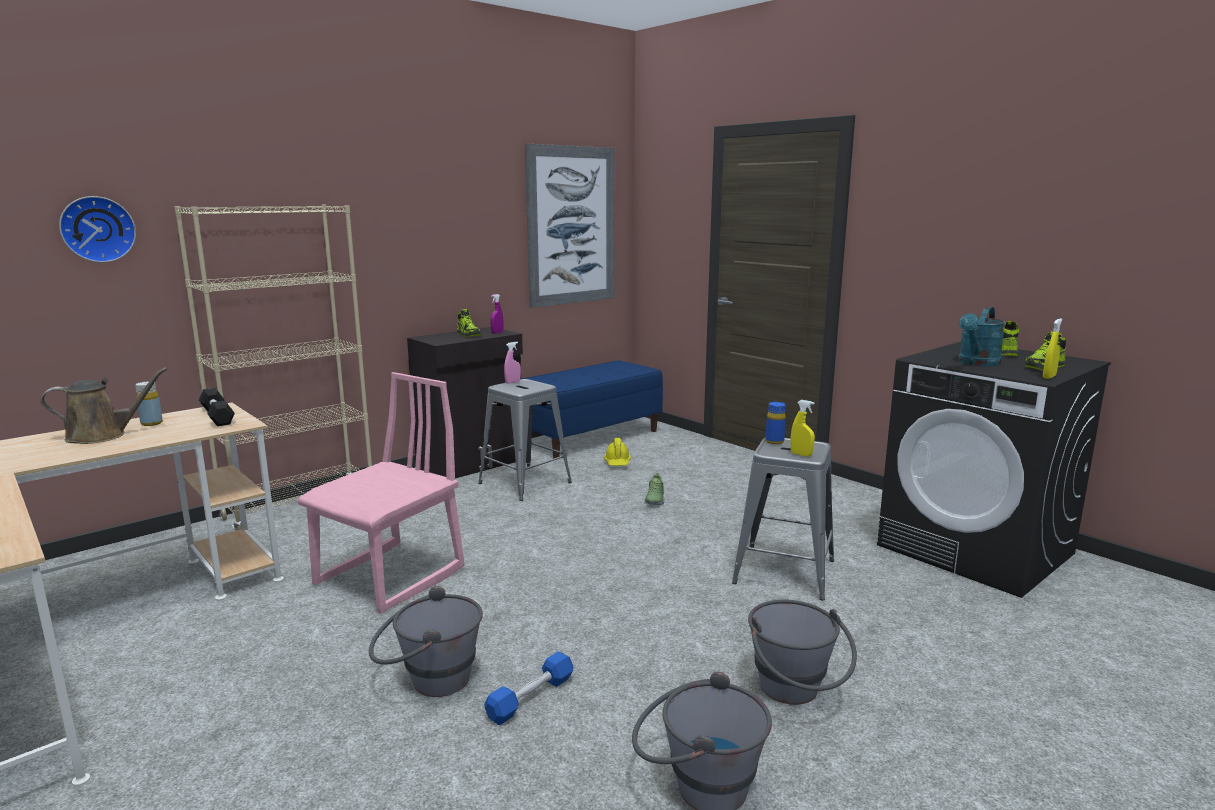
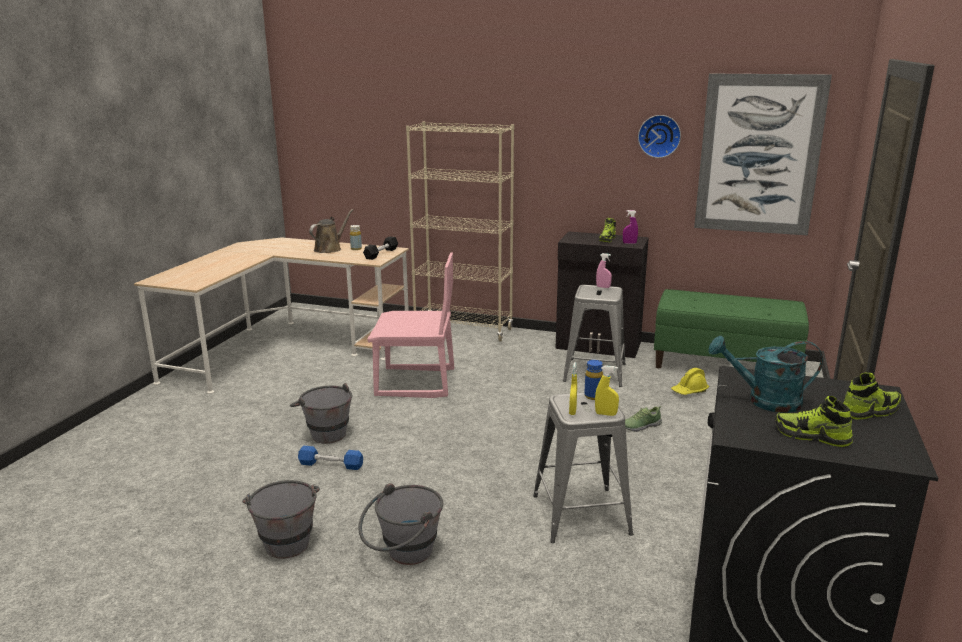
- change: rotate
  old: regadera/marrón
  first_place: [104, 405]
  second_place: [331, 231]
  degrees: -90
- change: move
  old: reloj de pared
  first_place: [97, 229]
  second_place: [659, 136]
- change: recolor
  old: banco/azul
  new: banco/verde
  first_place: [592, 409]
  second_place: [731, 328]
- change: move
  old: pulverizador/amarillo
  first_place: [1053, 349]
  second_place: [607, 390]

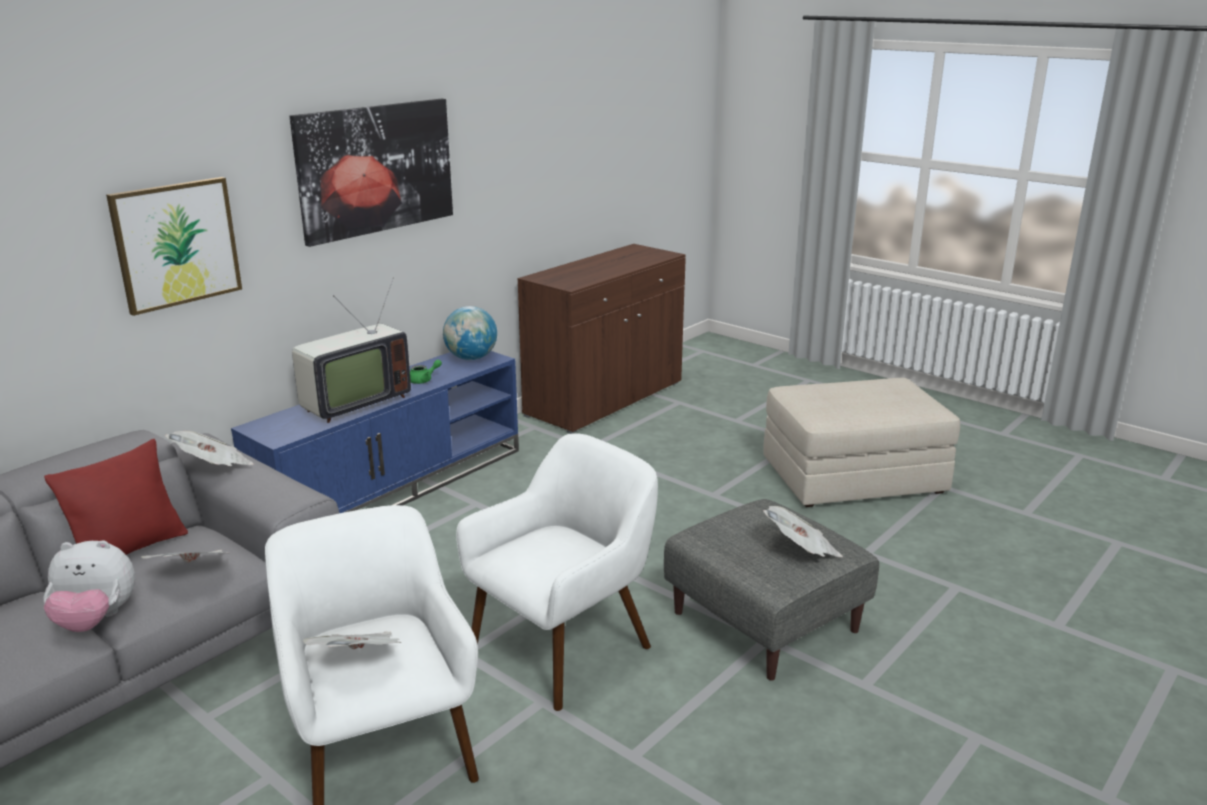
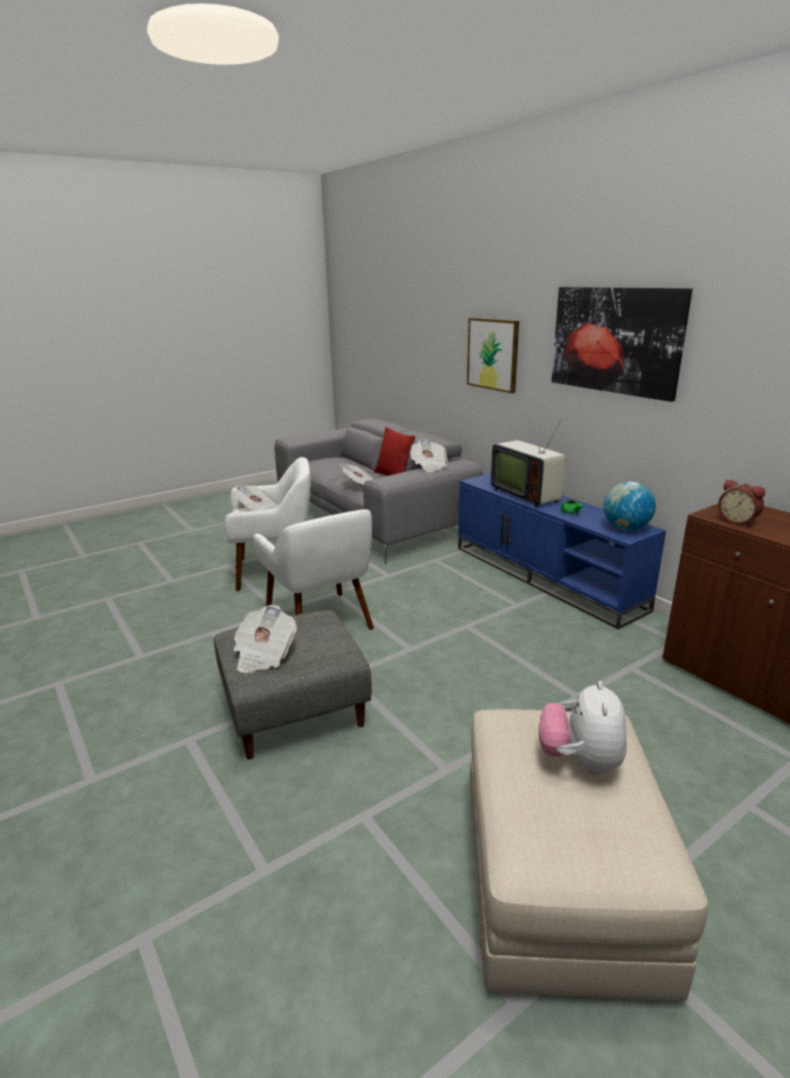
- change: move
  old: peluche
  first_place: [89, 586]
  second_place: [583, 727]
- change: insert
  new: despertador
  second_place: [741, 502]

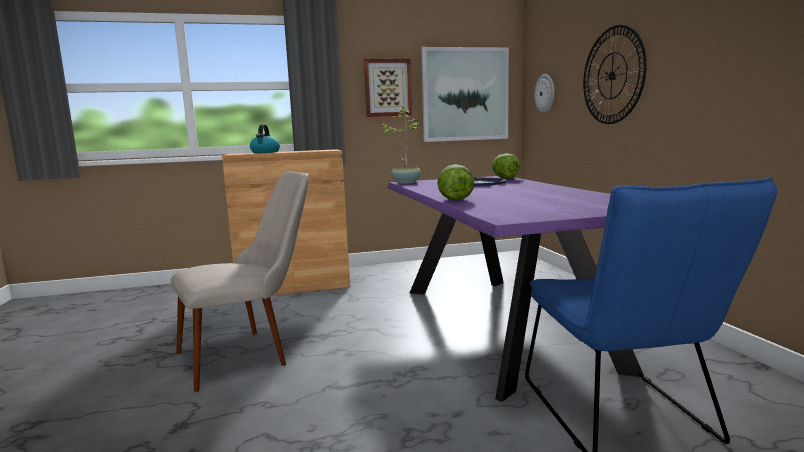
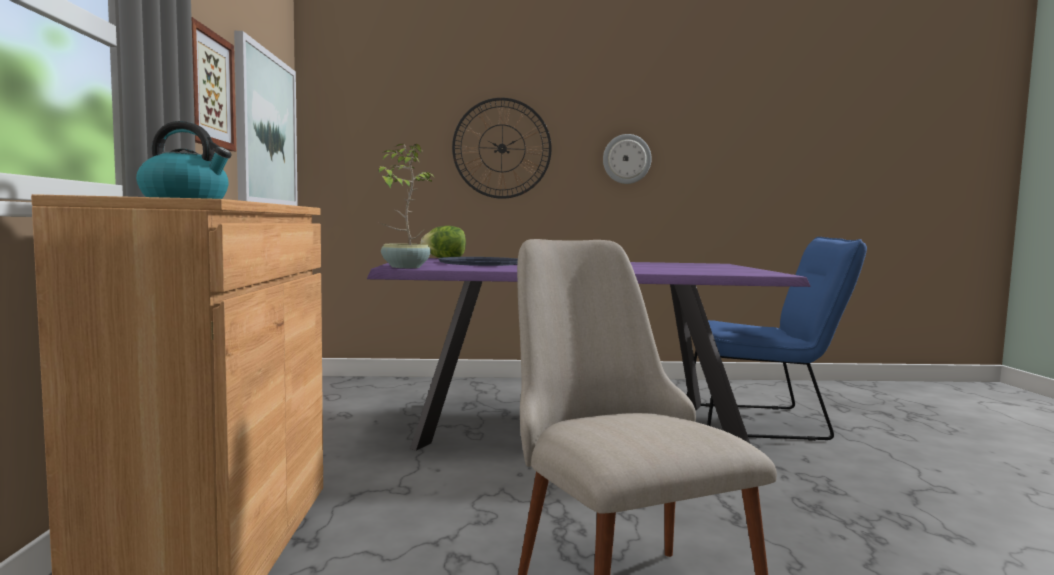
- change: delete
  old: lechuga
  first_place: [456, 182]
- change: move
  old: reloj de pared
  first_place: [544, 93]
  second_place: [627, 159]

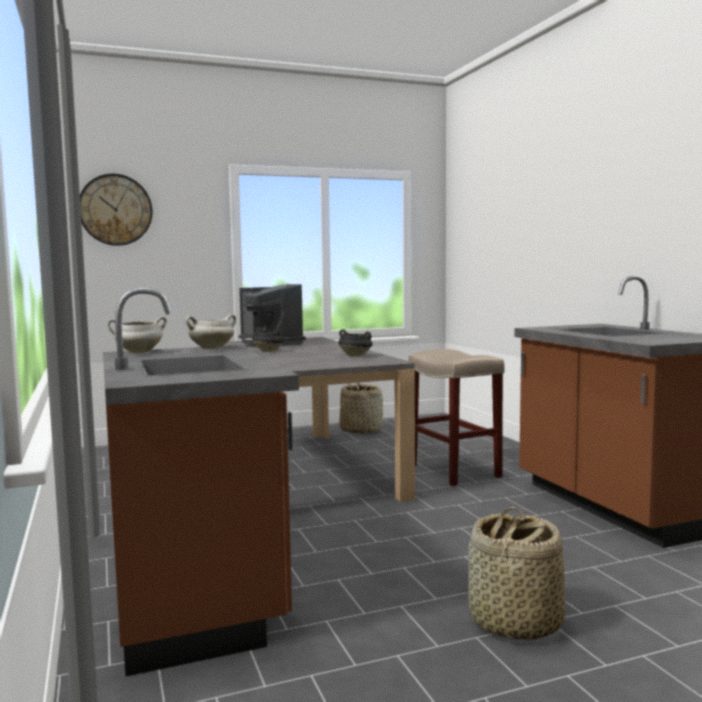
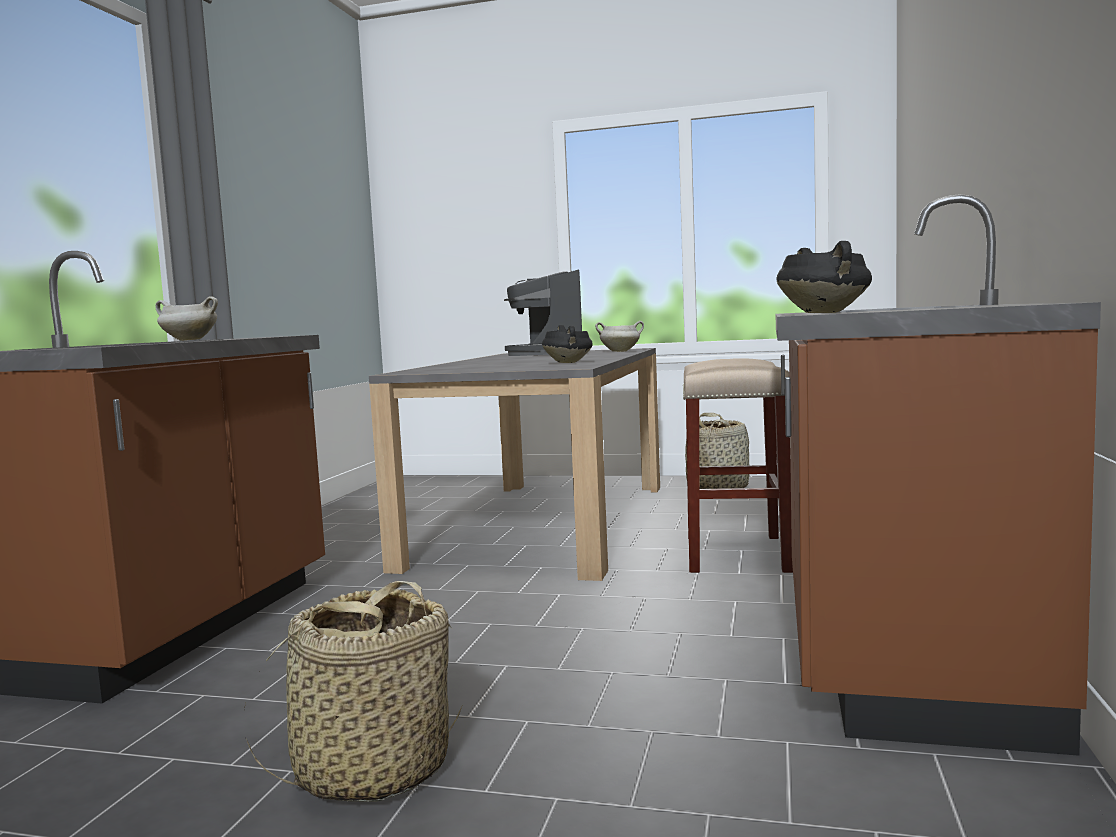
- change: delete
  old: reloj de pared
  first_place: [116, 210]
- change: move
  old: olla/blanco
  first_place: [210, 331]
  second_place: [619, 336]
- change: move
  old: olla/negro
  first_place: [268, 339]
  second_place: [824, 277]

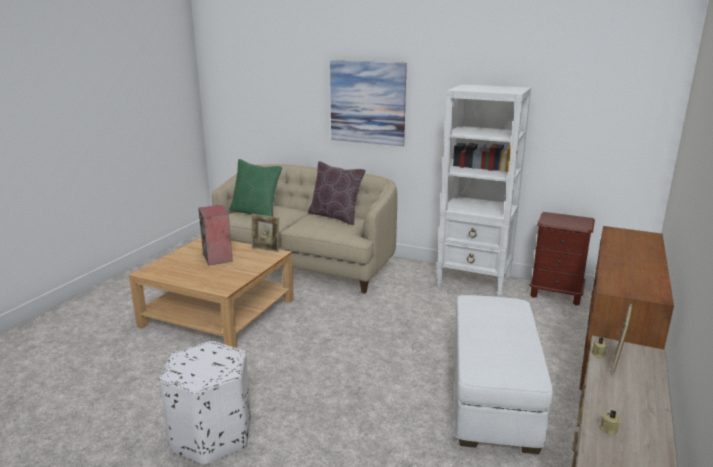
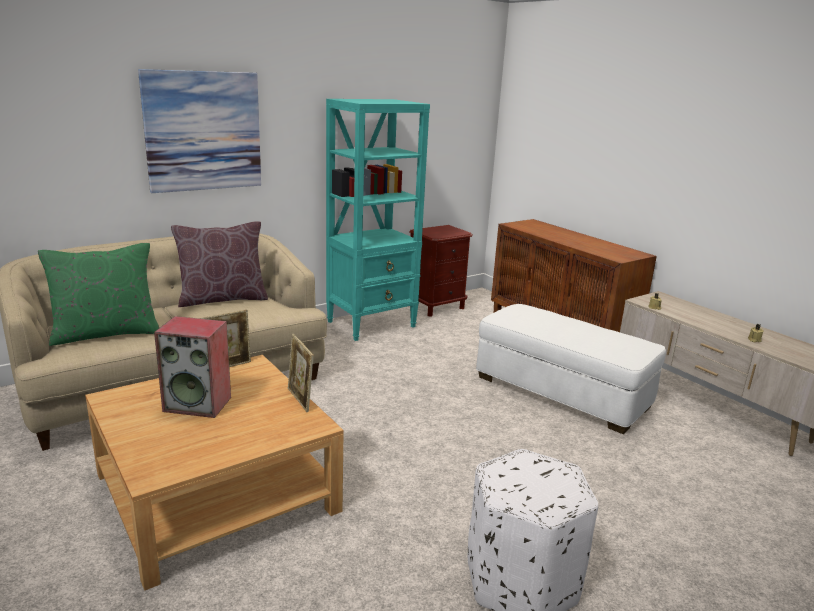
- change: recolor
  old: estantería/blanco
  new: estantería/turquesa
  first_place: [484, 190]
  second_place: [378, 220]
- change: move
  old: portarretratos
  first_place: [621, 339]
  second_place: [301, 373]

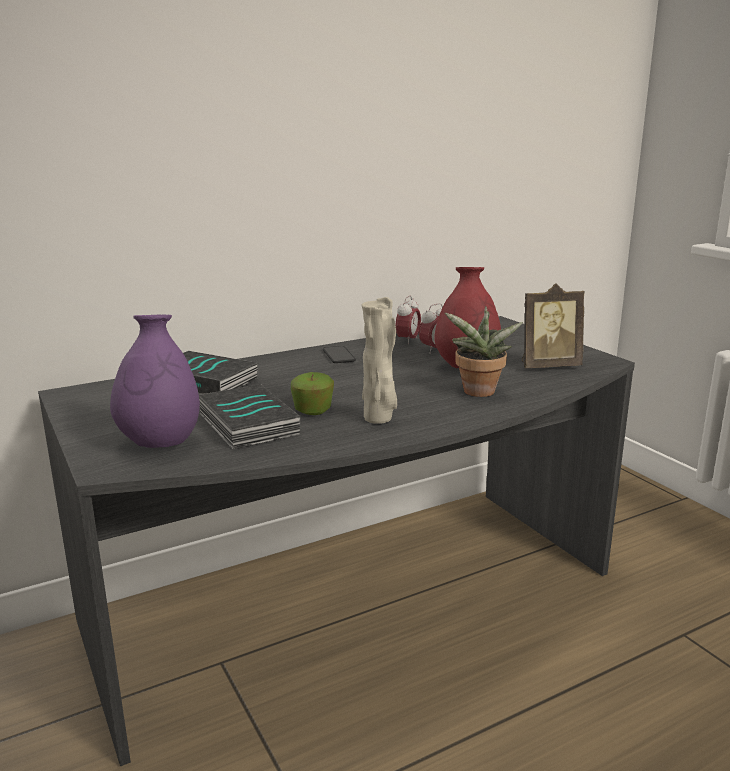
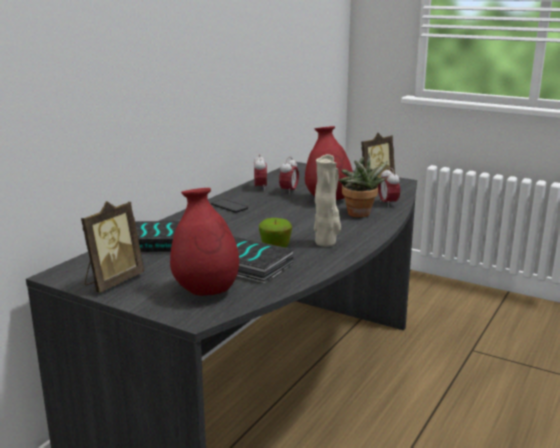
- change: recolor
  old: florero/morado
  new: florero/rojo
  first_place: [155, 381]
  second_place: [204, 242]
- change: insert
  new: portarretratos
  second_place: [112, 247]
- change: insert
  new: despertador
  second_place: [389, 187]

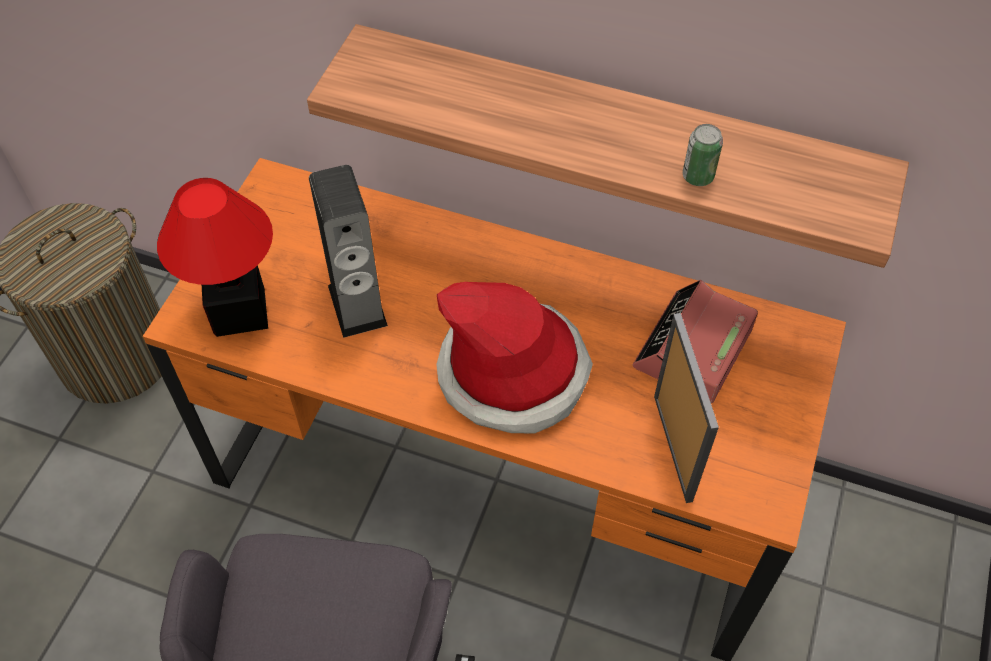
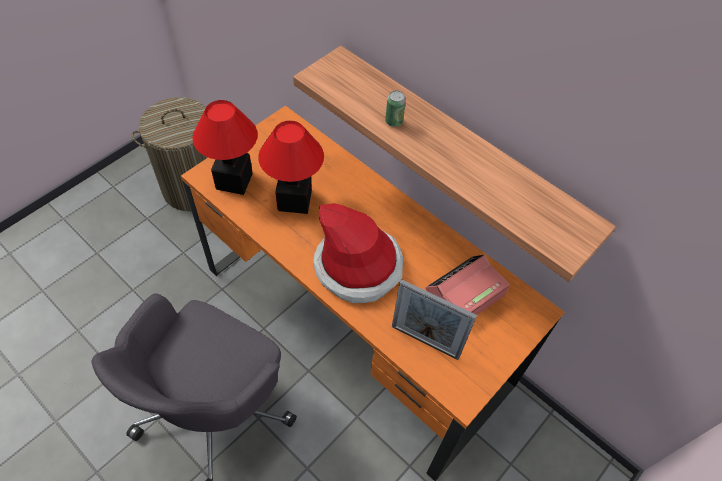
- change: replace
  old: altavoz
  new: lámpara de mesa
  first_place: [348, 251]
  second_place: [291, 167]
- change: rotate
  old: portarretratos
  first_place: [686, 408]
  second_place: [434, 319]
  degrees: 105
- change: move
  old: lata
  first_place: [703, 155]
  second_place: [395, 108]

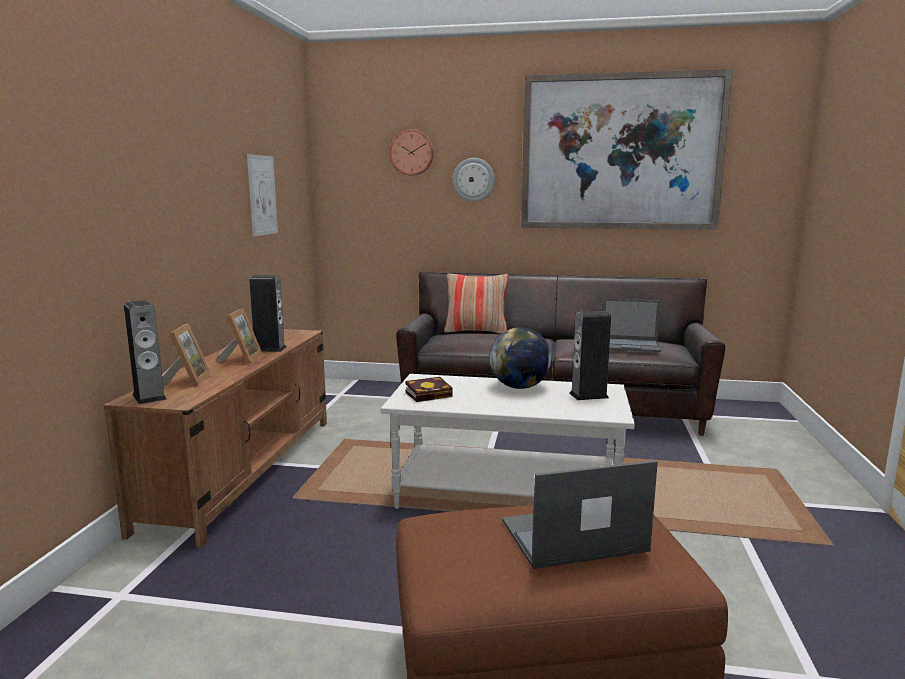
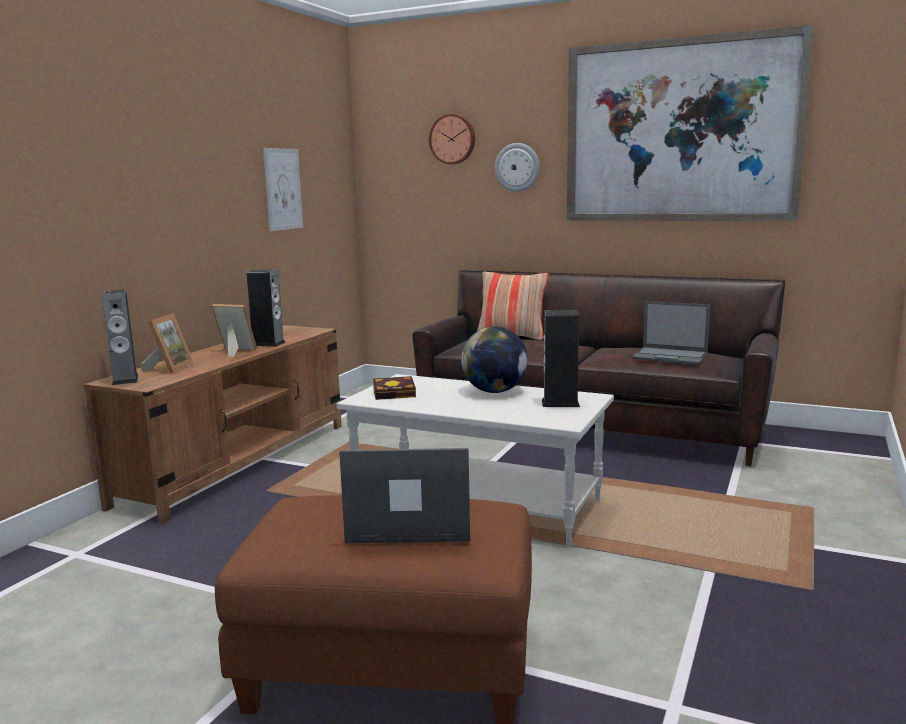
- change: rotate
  old: portarretratos
  first_place: [240, 336]
  second_place: [234, 330]
  degrees: -90

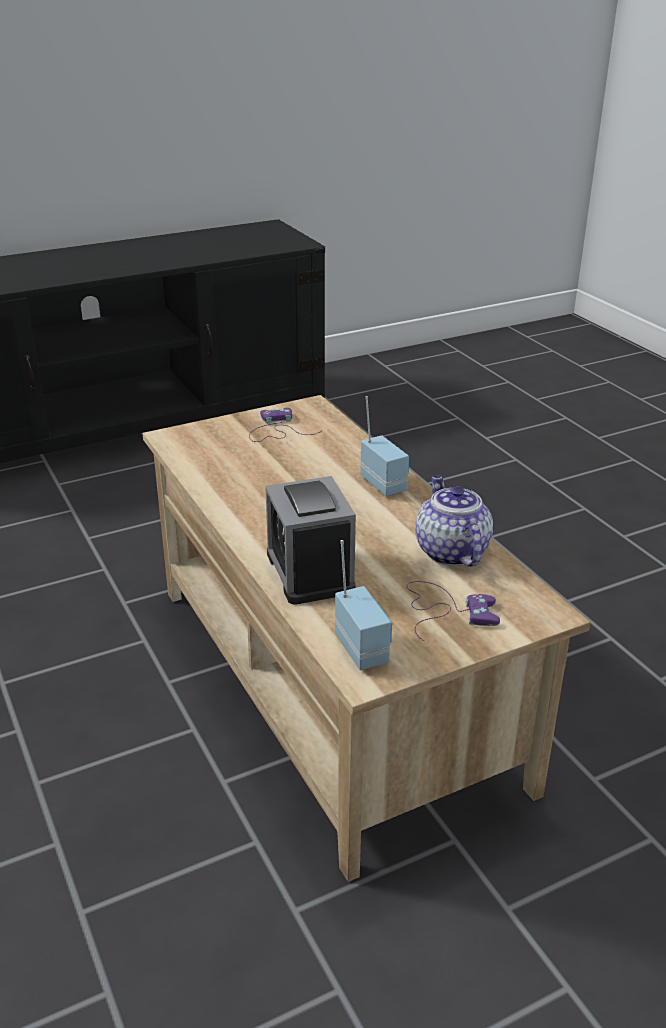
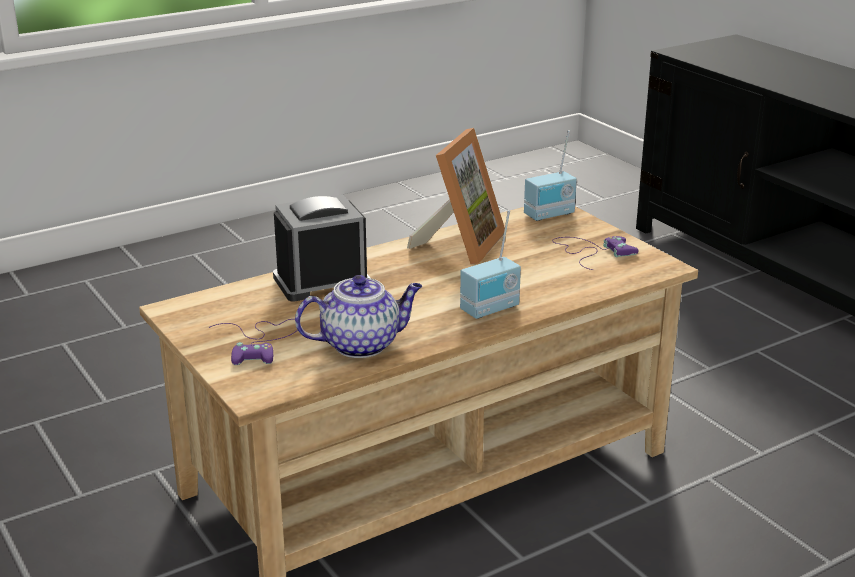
- change: move
  old: radio
  first_place: [363, 605]
  second_place: [550, 176]
- change: insert
  new: portarretratos
  second_place: [456, 196]

